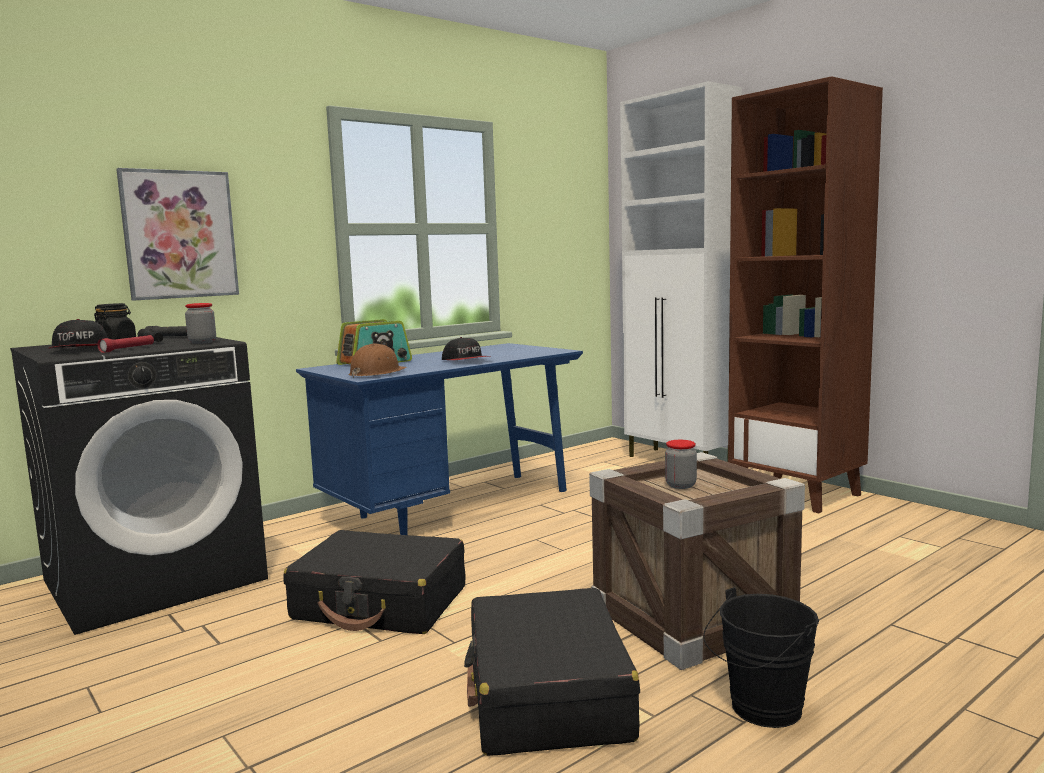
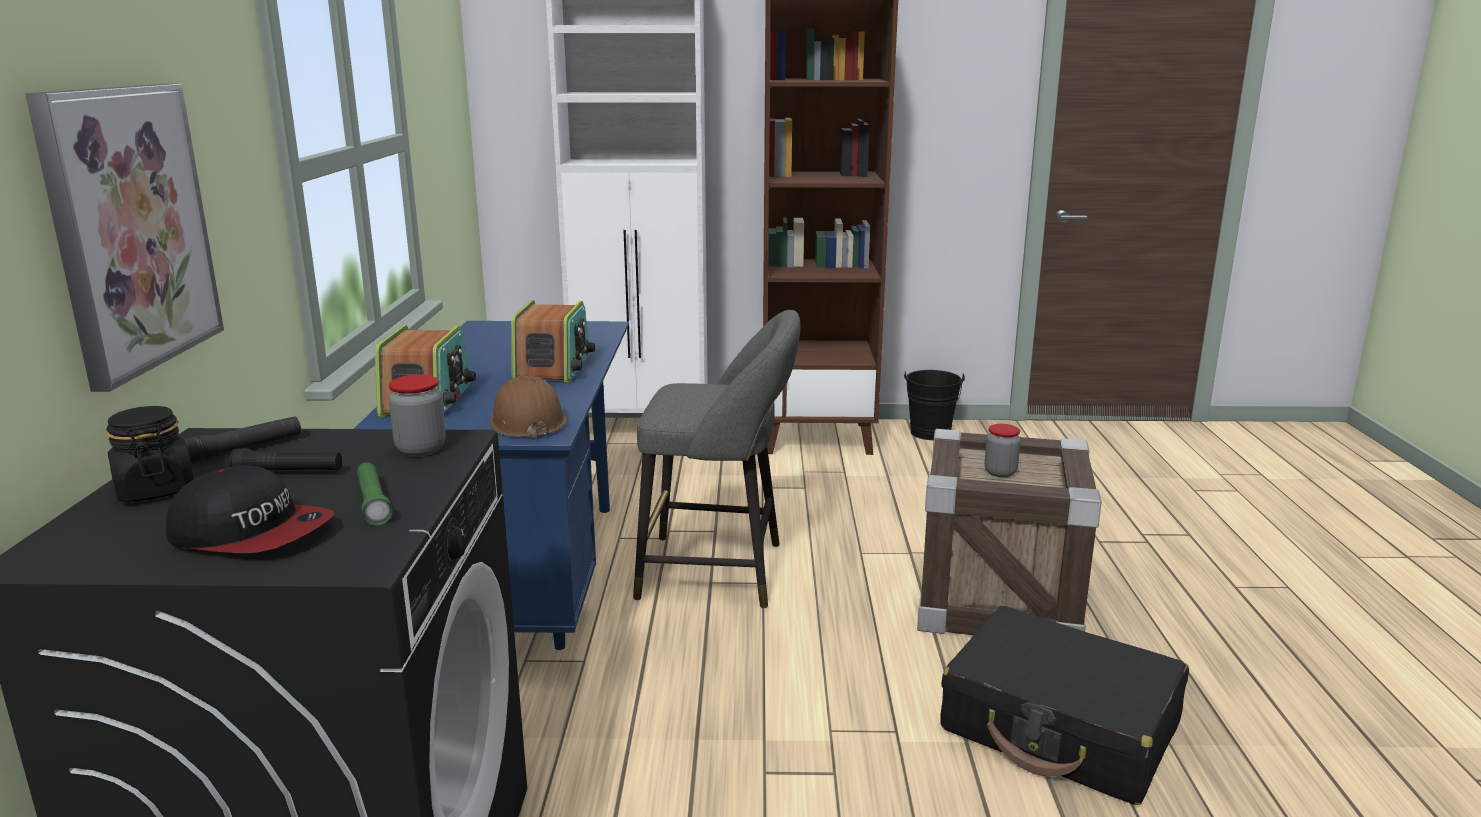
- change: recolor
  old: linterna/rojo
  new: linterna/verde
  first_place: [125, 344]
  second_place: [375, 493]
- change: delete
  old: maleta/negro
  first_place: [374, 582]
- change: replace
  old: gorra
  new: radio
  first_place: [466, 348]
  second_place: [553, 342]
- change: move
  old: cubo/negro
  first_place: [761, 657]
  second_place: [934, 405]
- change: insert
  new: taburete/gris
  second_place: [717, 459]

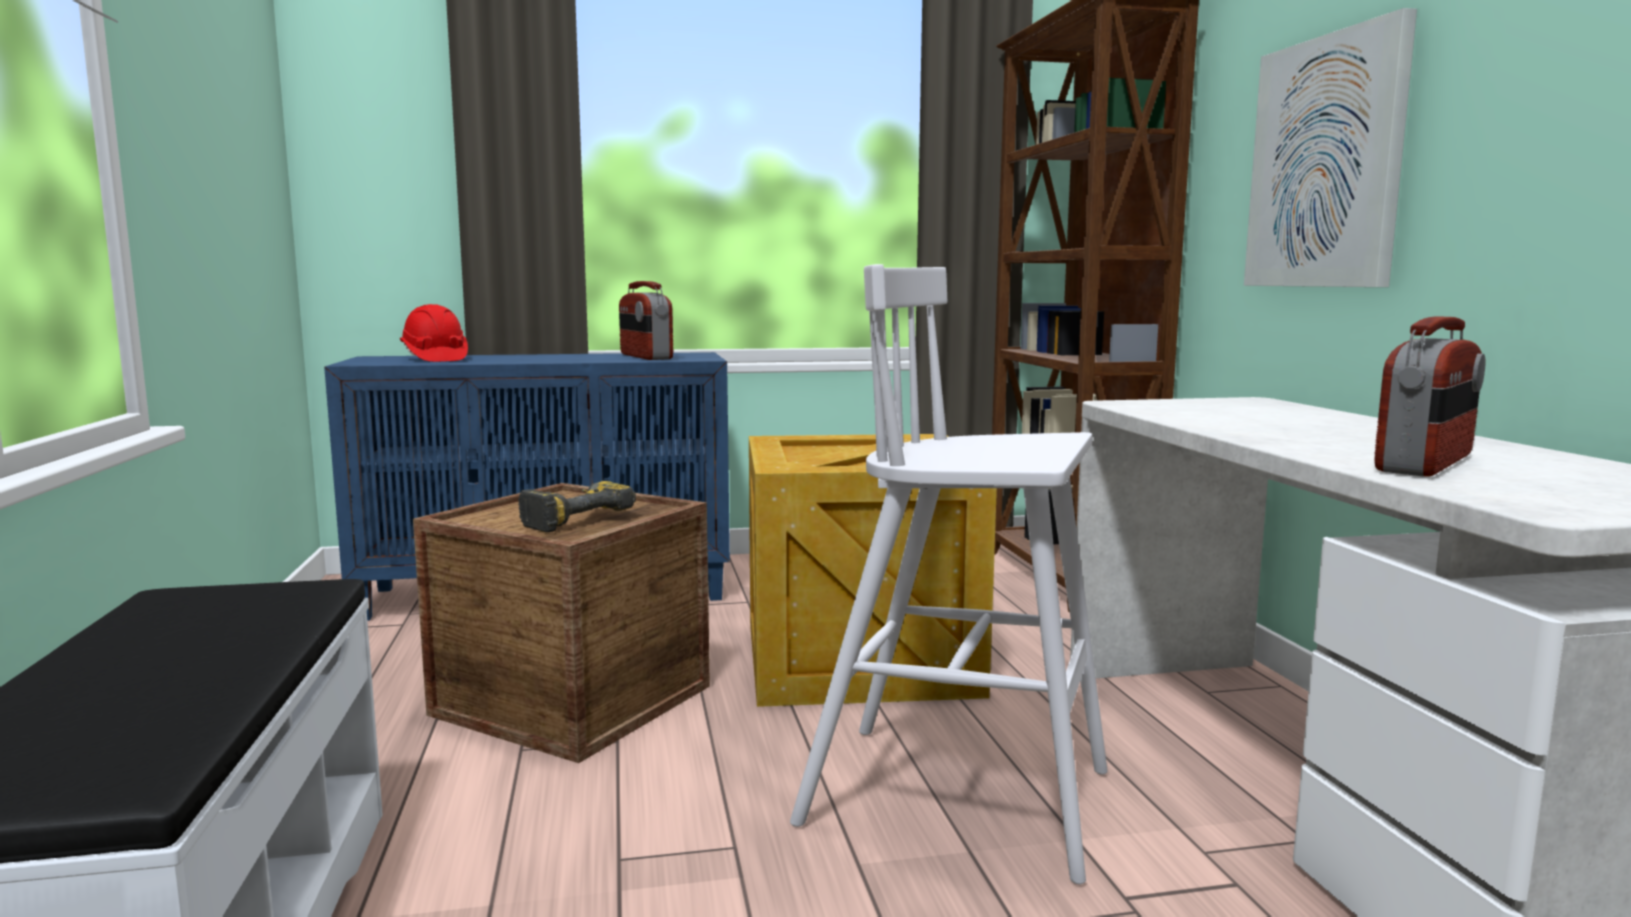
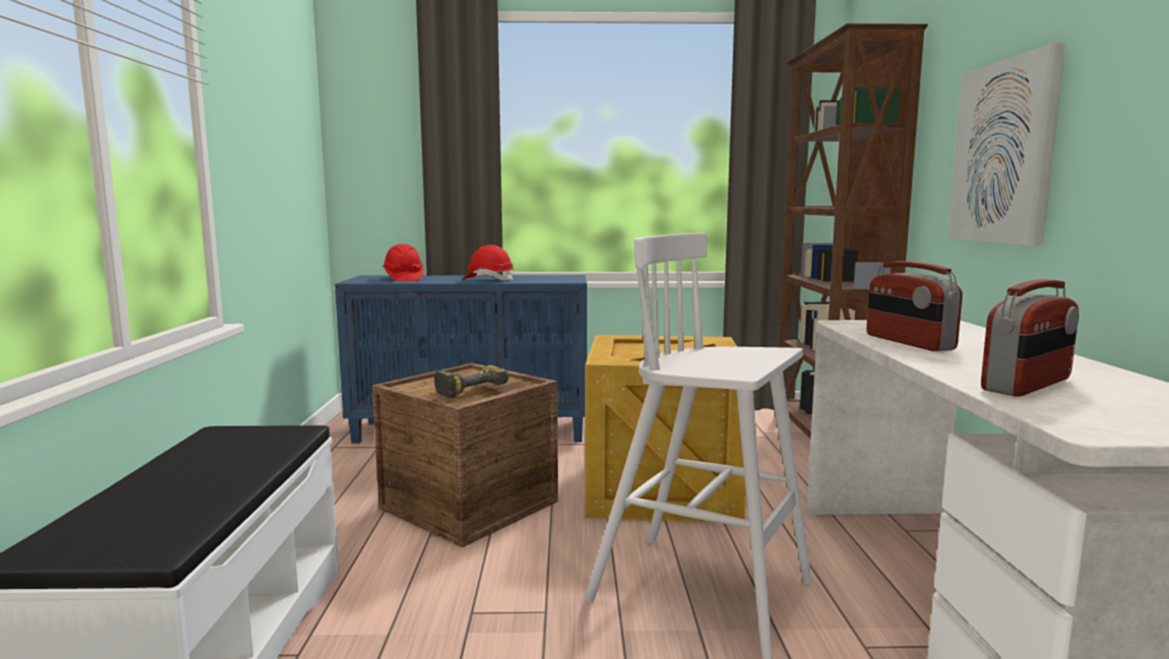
- change: move
  old: radio
  first_place: [646, 320]
  second_place: [914, 306]
- change: insert
  new: casco/rojo
  second_place: [488, 263]

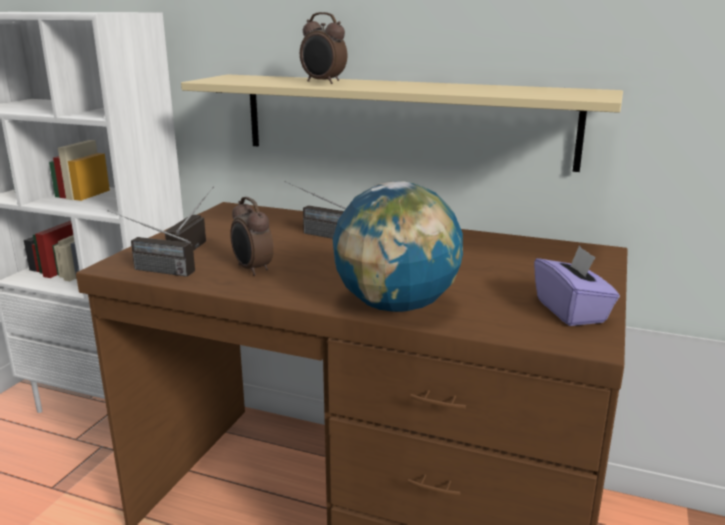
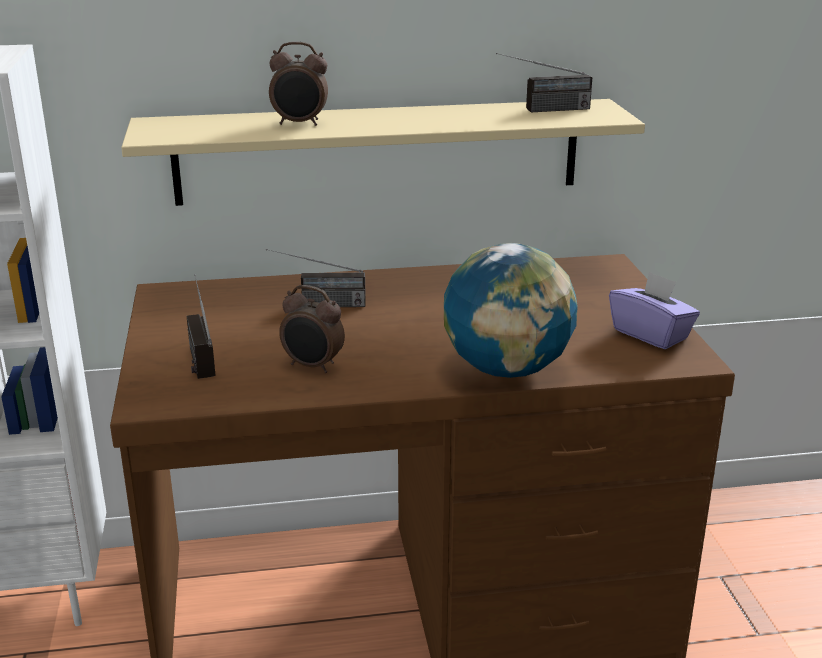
- change: move
  old: radio
  first_place: [151, 243]
  second_place: [544, 82]

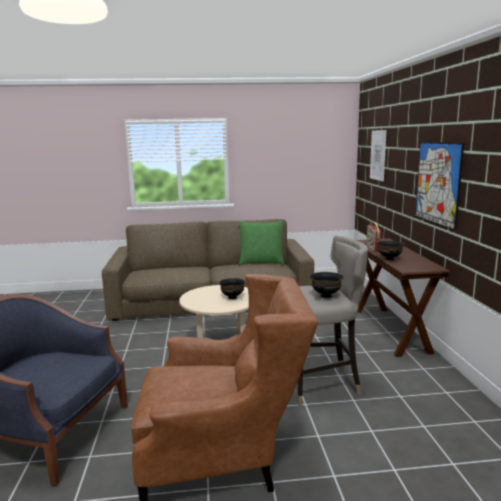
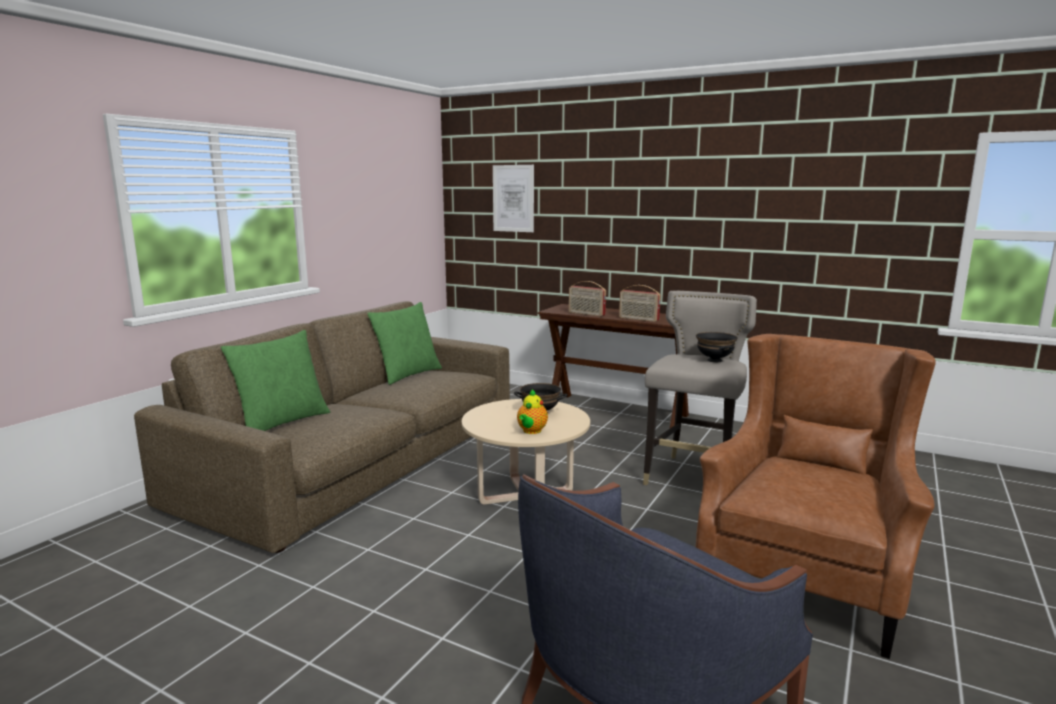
- change: replace
  old: cuenco/negro
  new: radio
  first_place: [390, 250]
  second_place: [640, 303]
- change: delete
  old: cuadro
  first_place: [439, 186]
- change: insert
  new: cojín/verde
  second_place: [275, 380]
- change: insert
  new: tetera
  second_place: [532, 411]

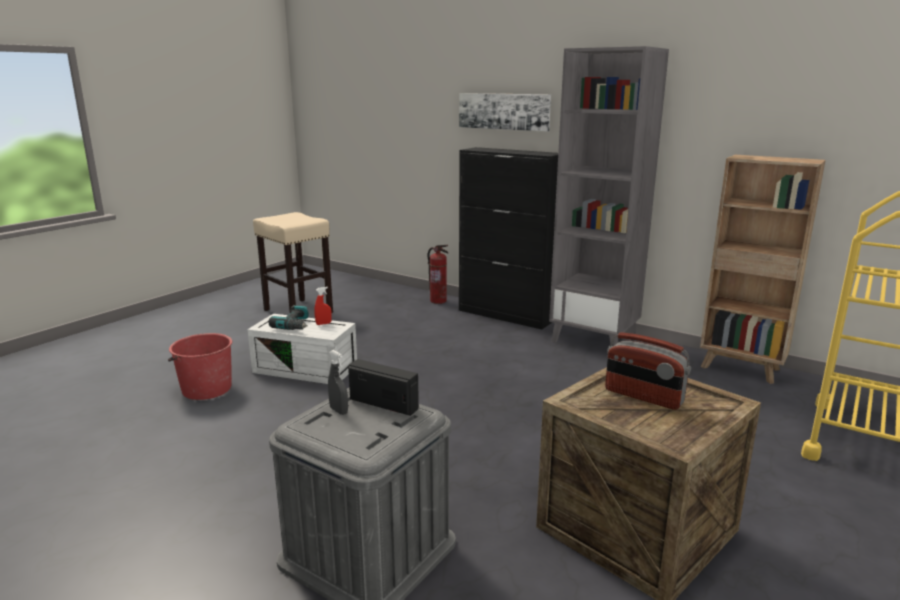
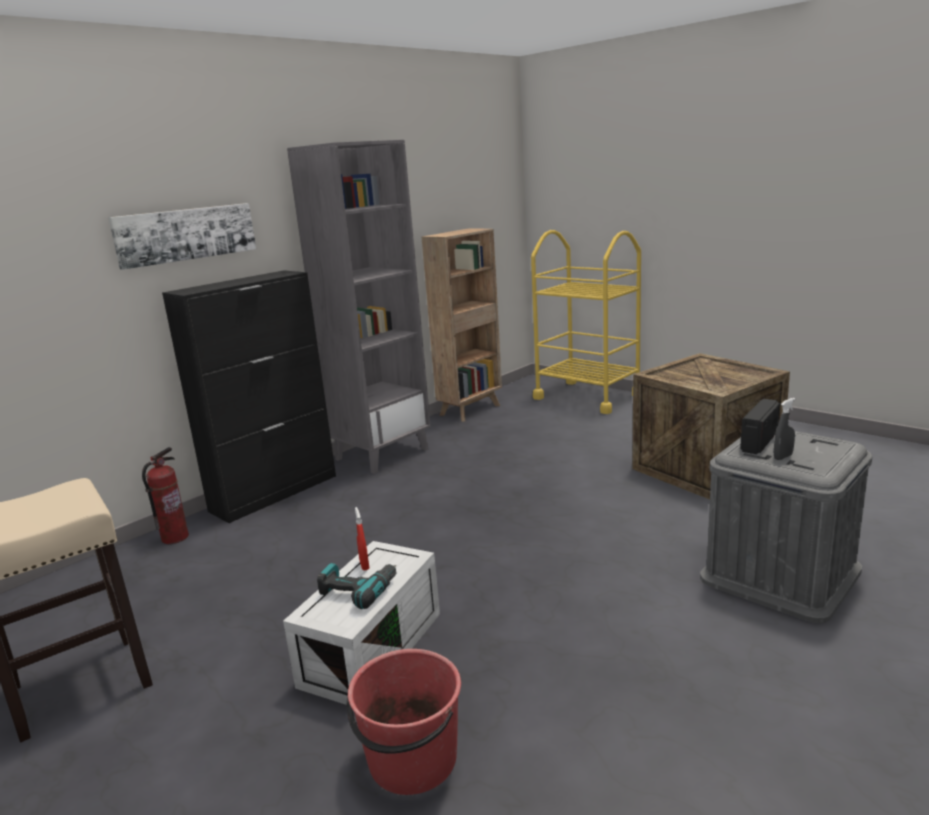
- change: delete
  old: radio
  first_place: [648, 371]

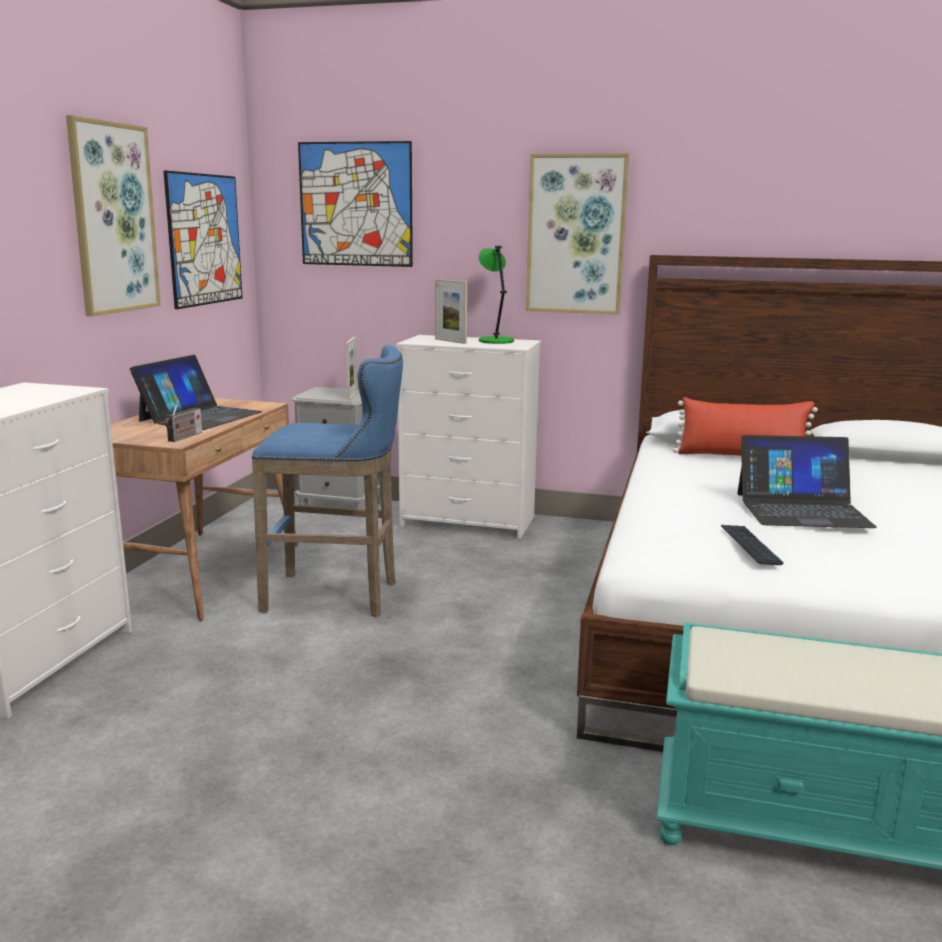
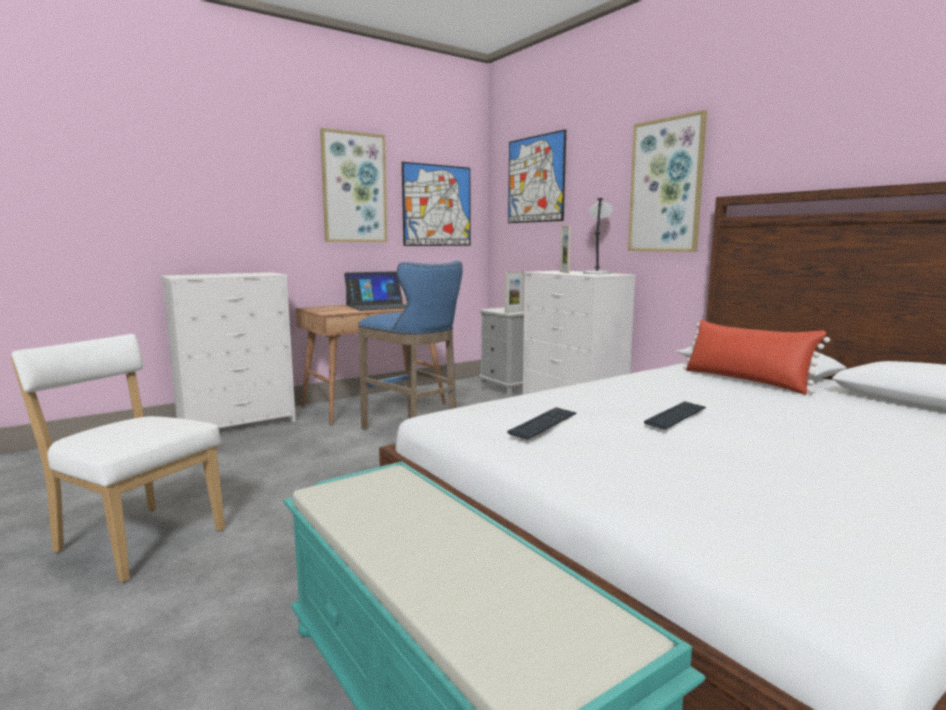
- change: delete
  old: radio
  first_place: [183, 420]
- change: recolor
  old: lámpara de mesa/verde
  new: lámpara de mesa/gris
  first_place: [496, 295]
  second_place: [597, 236]
- change: replace
  old: portátil
  new: teclado
  first_place: [807, 481]
  second_place: [675, 415]
- change: insert
  new: silla/blanco
  second_place: [118, 458]

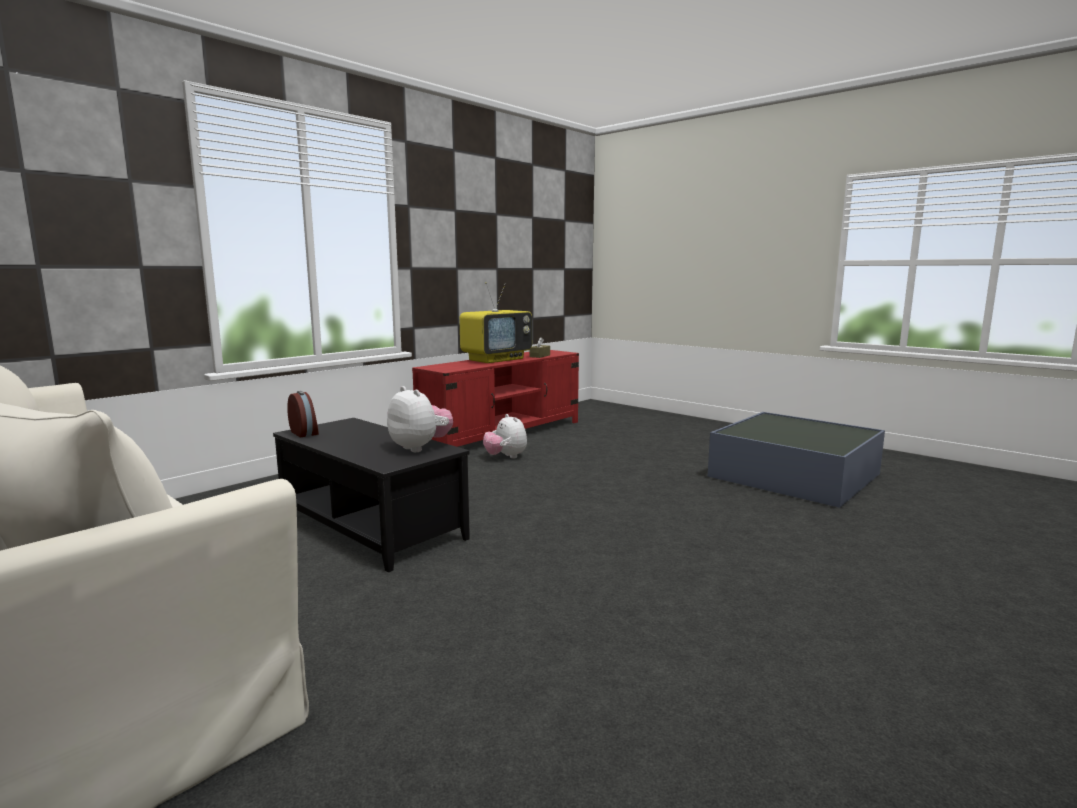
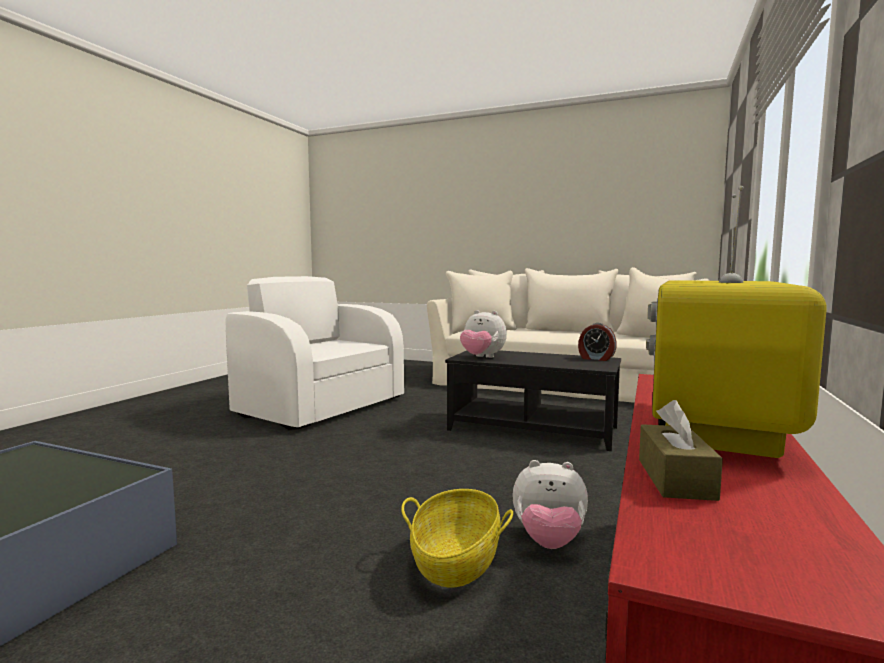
- change: rotate
  old: peluche
  first_place: [505, 436]
  second_place: [550, 504]
  degrees: 150
- change: insert
  new: sillón/blanco
  second_place: [315, 353]
- change: insert
  new: cesta
  second_place: [457, 538]

